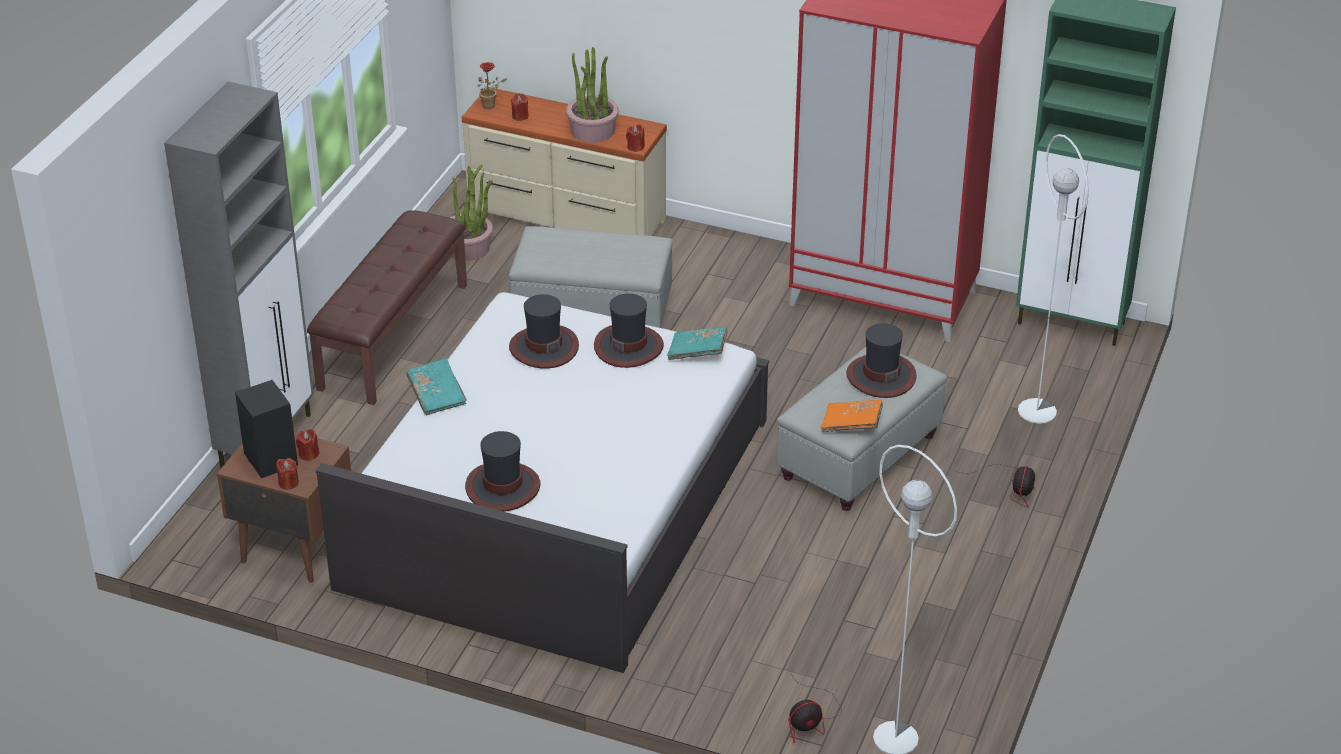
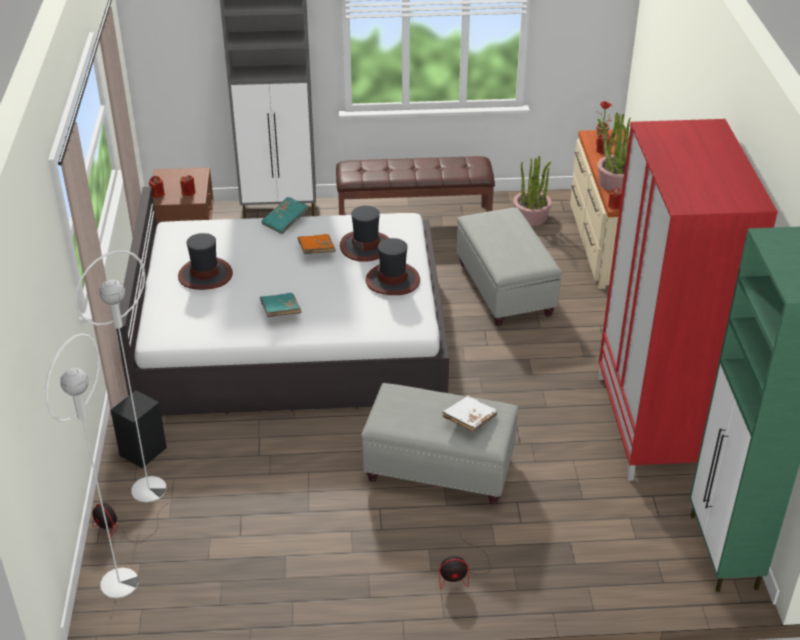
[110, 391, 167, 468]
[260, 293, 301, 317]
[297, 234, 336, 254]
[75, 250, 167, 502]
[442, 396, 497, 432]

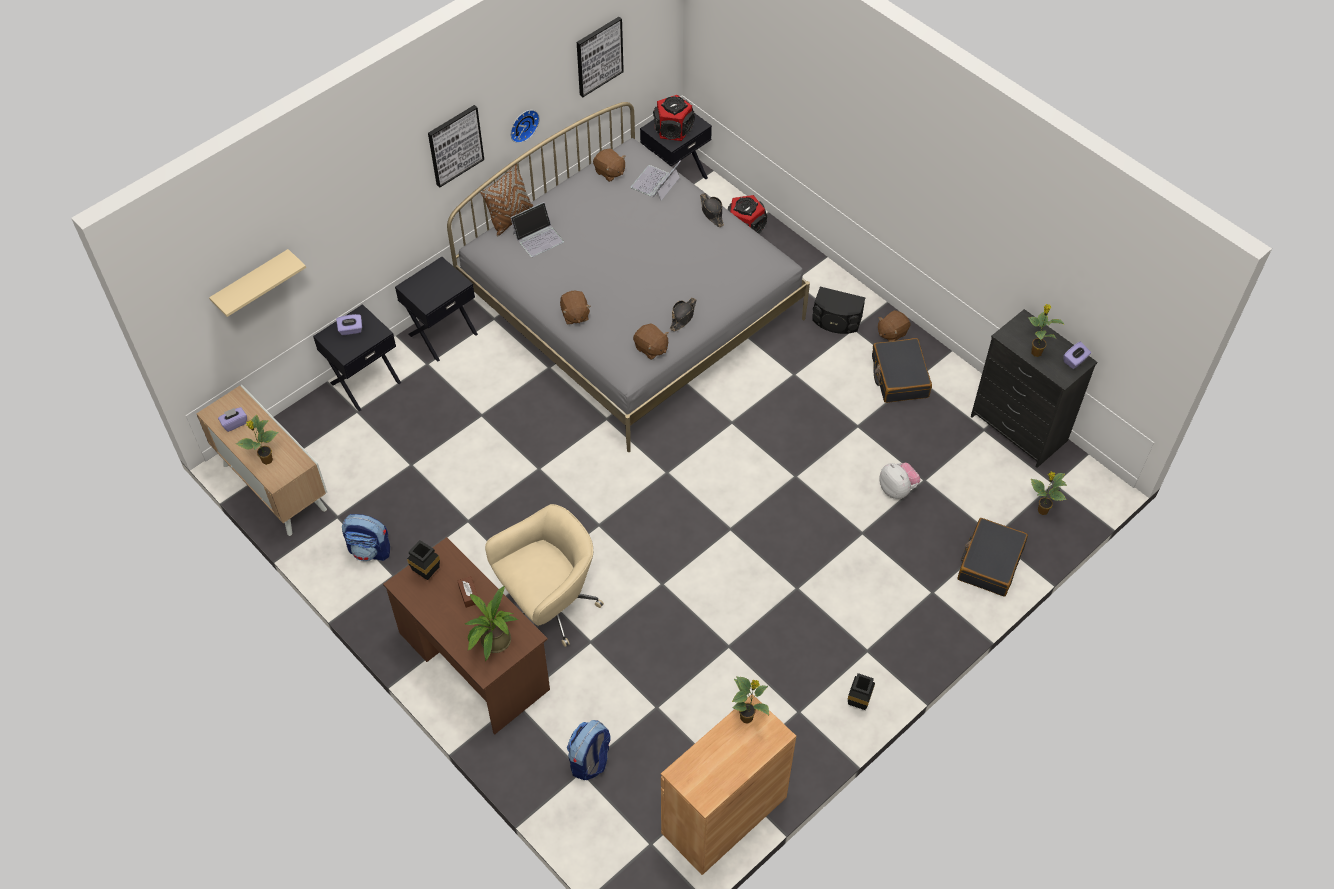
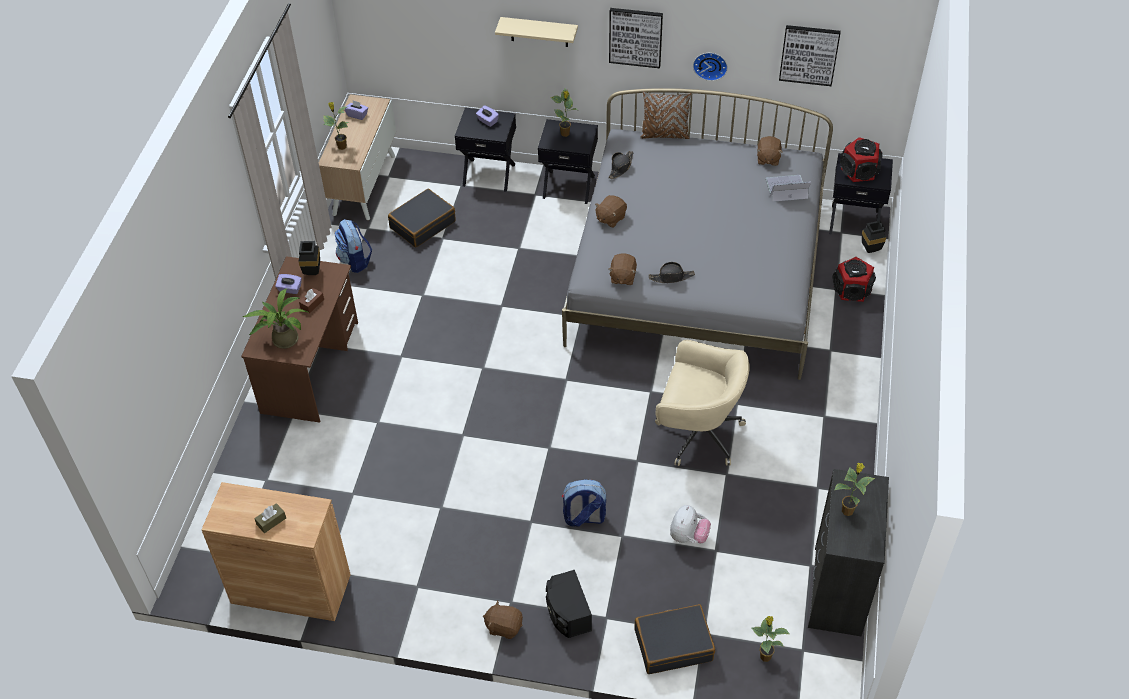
[510, 202, 564, 257] (first image)
[254, 503, 286, 533]
[495, 17, 578, 47]
[655, 340, 749, 466]
[562, 479, 606, 527]
[608, 151, 634, 179]
[550, 88, 578, 137]
[546, 570, 592, 638]
[862, 221, 886, 253]
[388, 189, 456, 247]
[483, 600, 523, 639]
[275, 274, 302, 294]

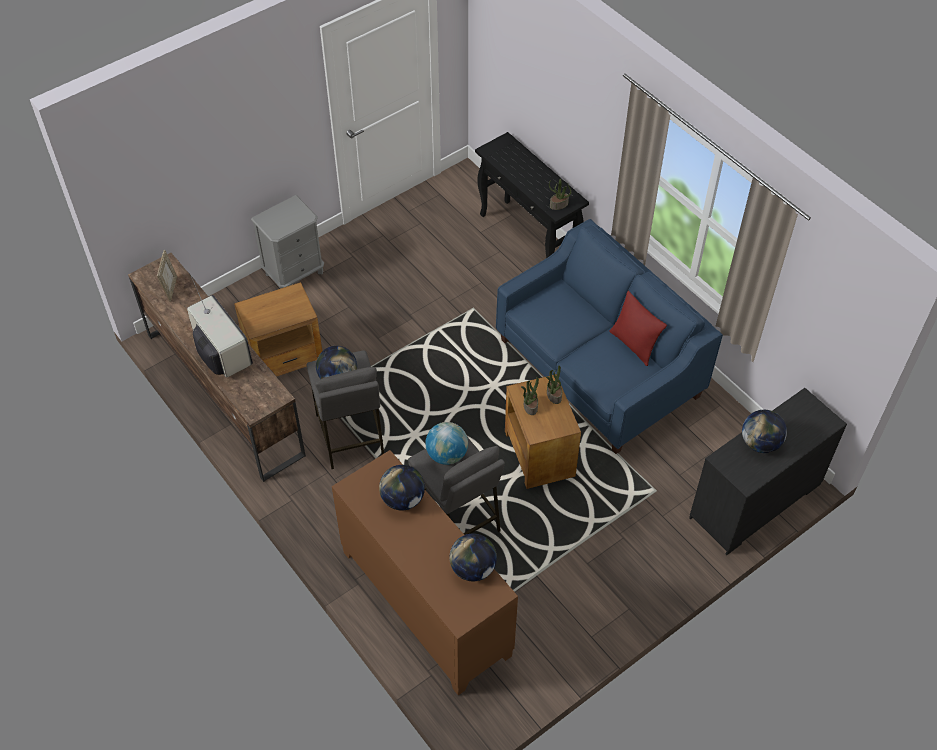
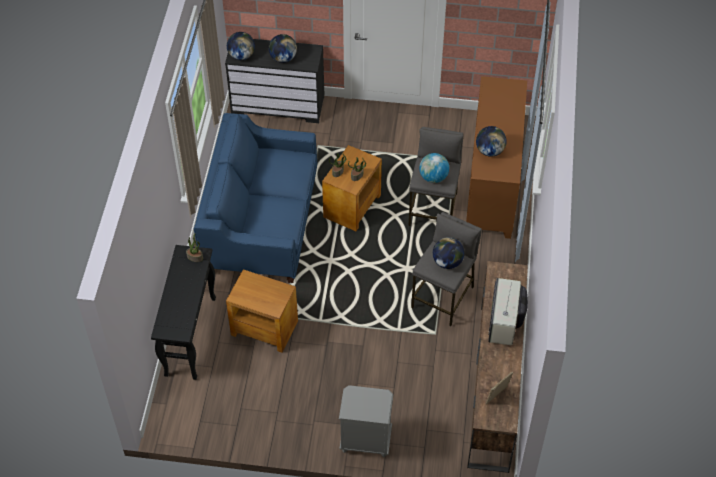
[609, 291, 667, 366] (first image)
[226, 269, 298, 353]
[227, 32, 255, 60]

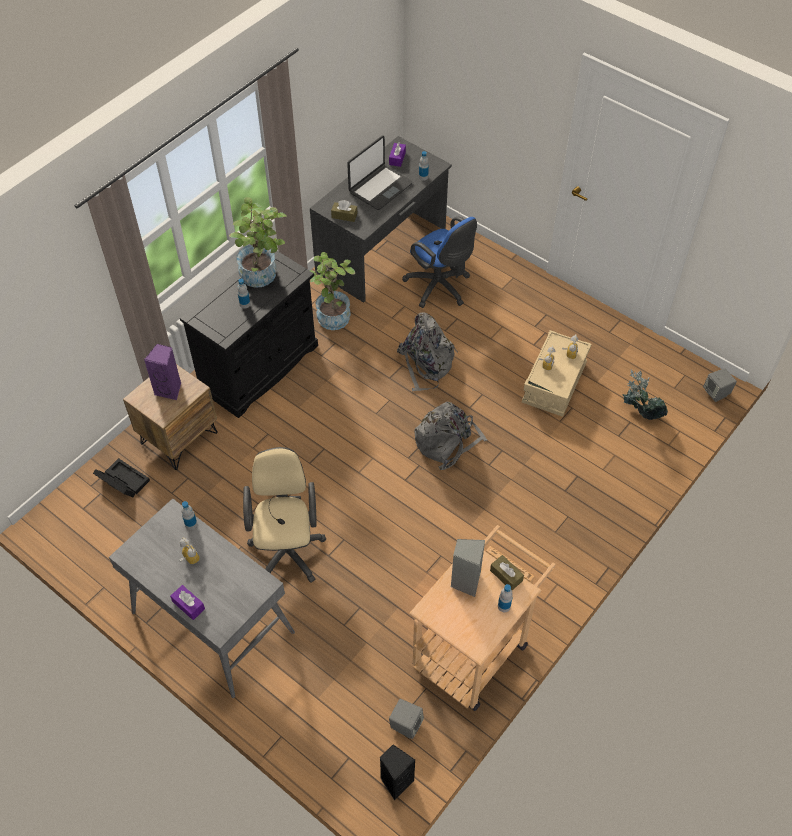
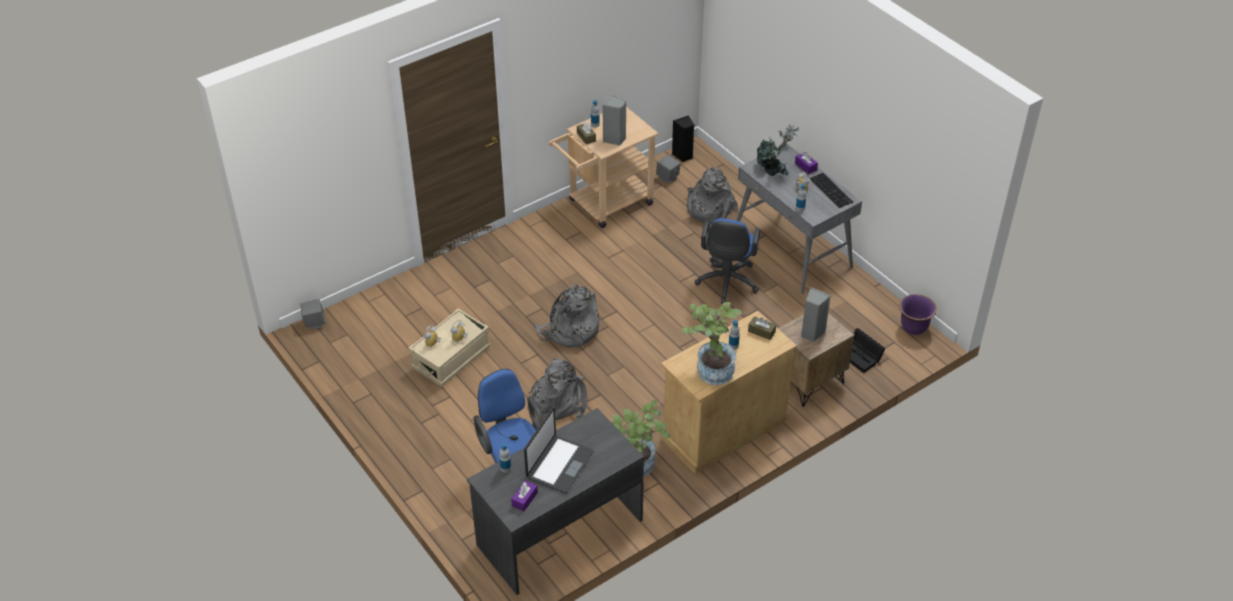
[687, 167, 738, 224]
[809, 173, 853, 208]
[899, 294, 937, 335]
[748, 316, 776, 340]
[757, 124, 799, 176]
[801, 287, 831, 343]
[661, 311, 797, 474]
[695, 218, 760, 304]
[524, 408, 594, 493]

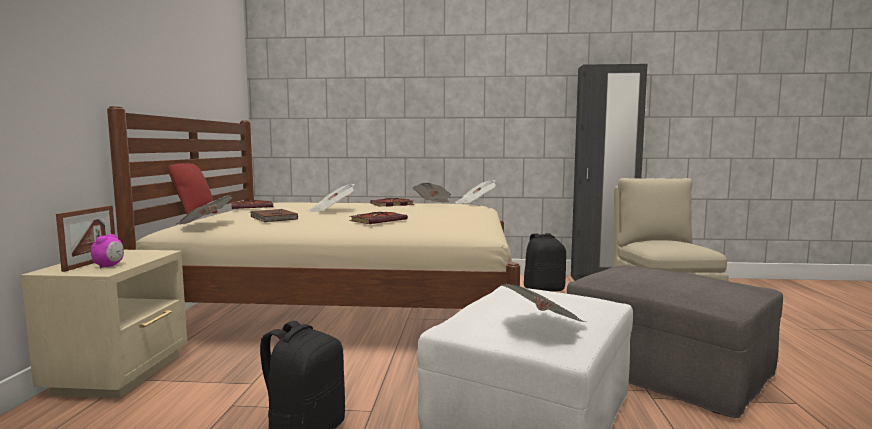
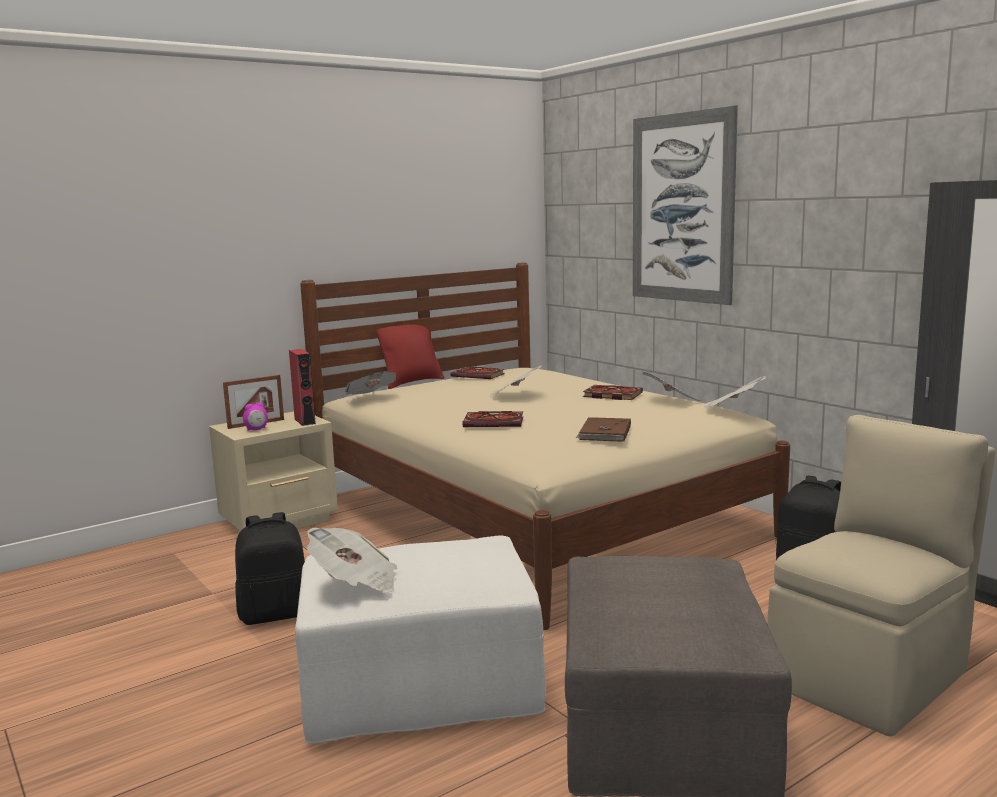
[289, 349, 316, 426]
[633, 105, 738, 305]
[576, 417, 631, 442]

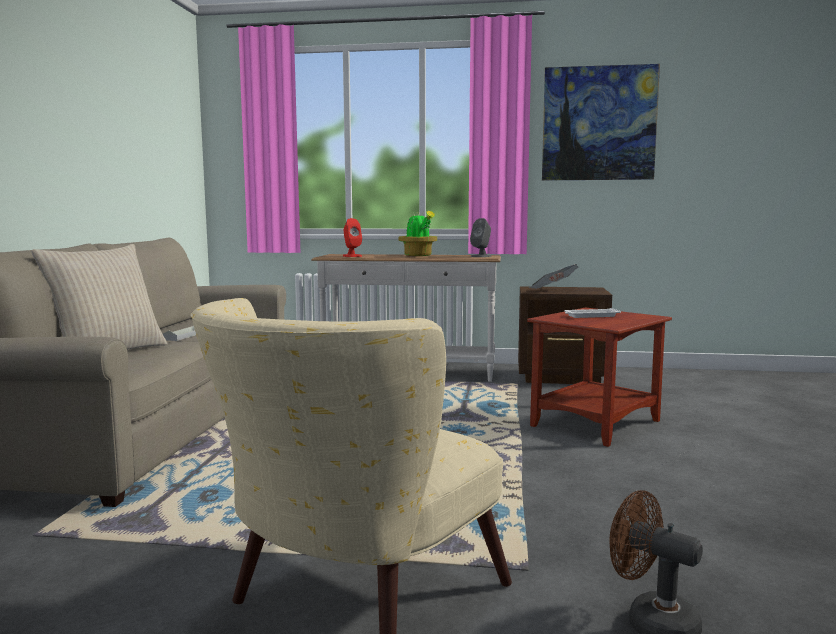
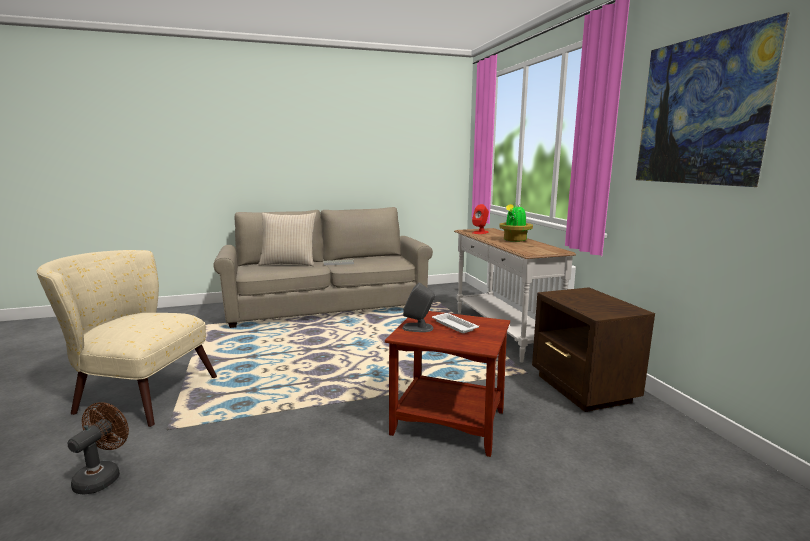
[529, 264, 578, 289] (first image)
[402, 283, 435, 332]

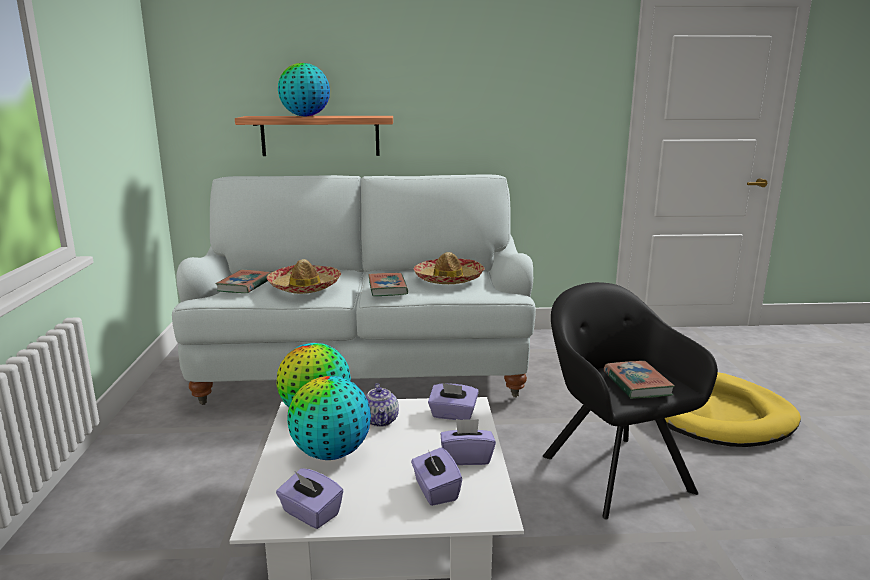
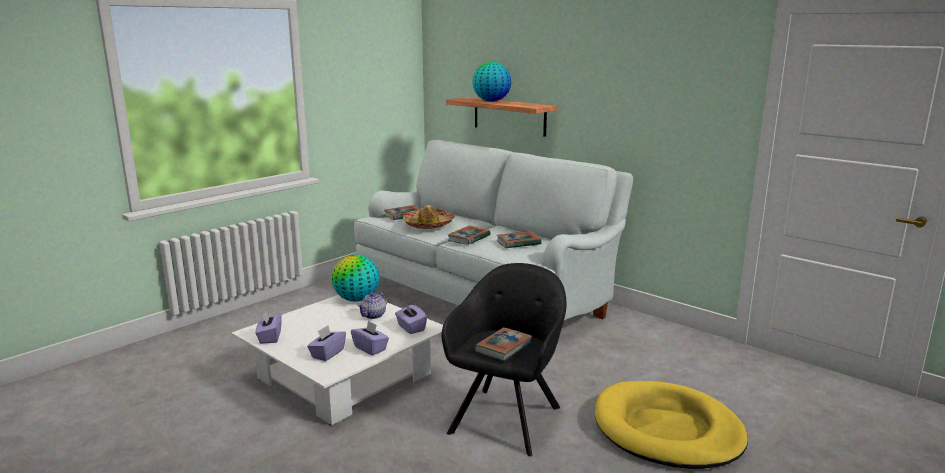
[287, 376, 371, 460] (first image)
[497, 231, 541, 248]

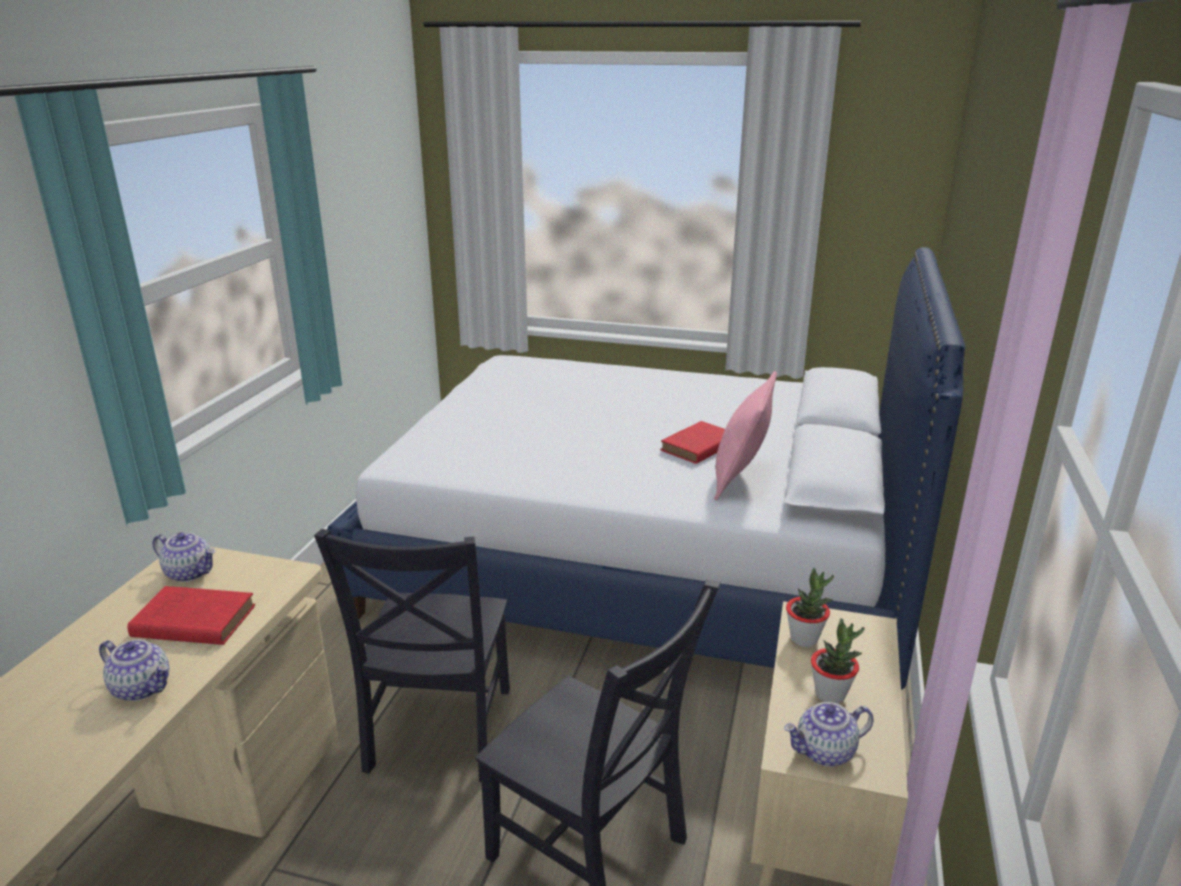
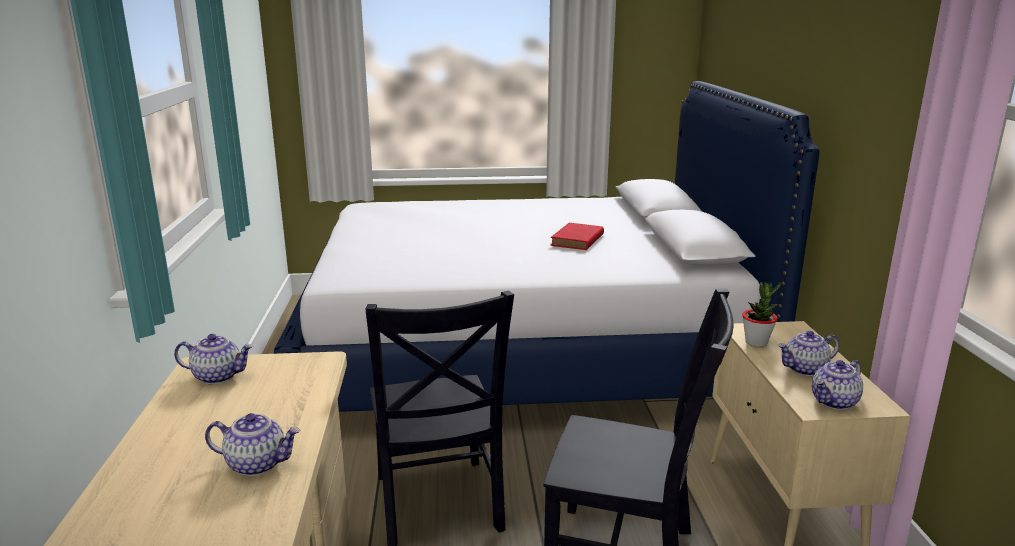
[127, 586, 255, 645] (first image)
[714, 371, 777, 501] (first image)
[778, 330, 839, 376]

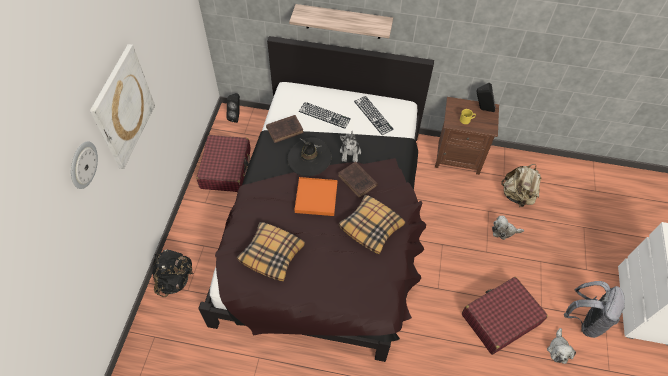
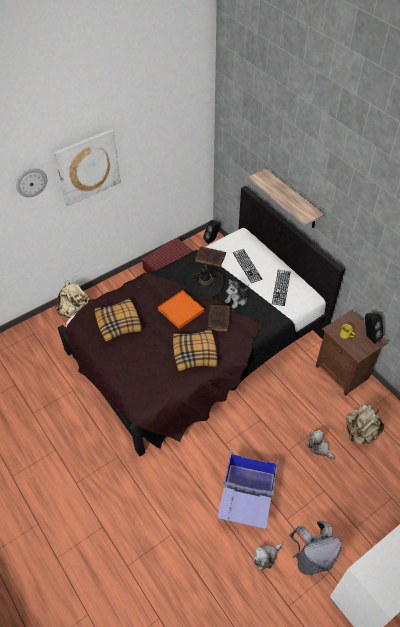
[217, 451, 279, 529]
[55, 282, 90, 318]

